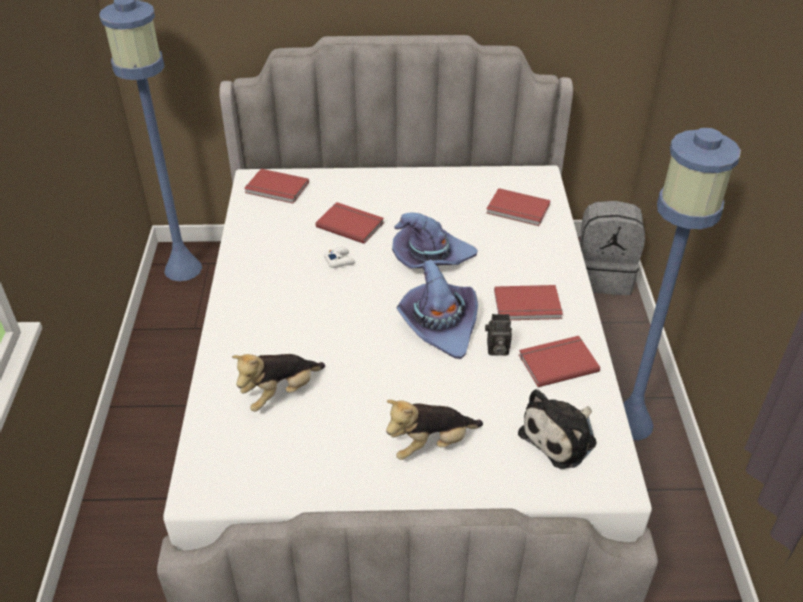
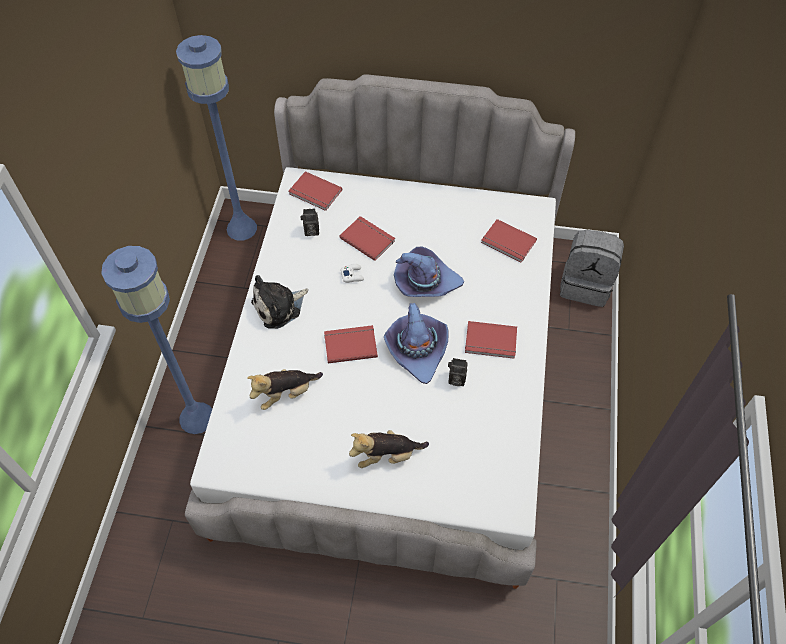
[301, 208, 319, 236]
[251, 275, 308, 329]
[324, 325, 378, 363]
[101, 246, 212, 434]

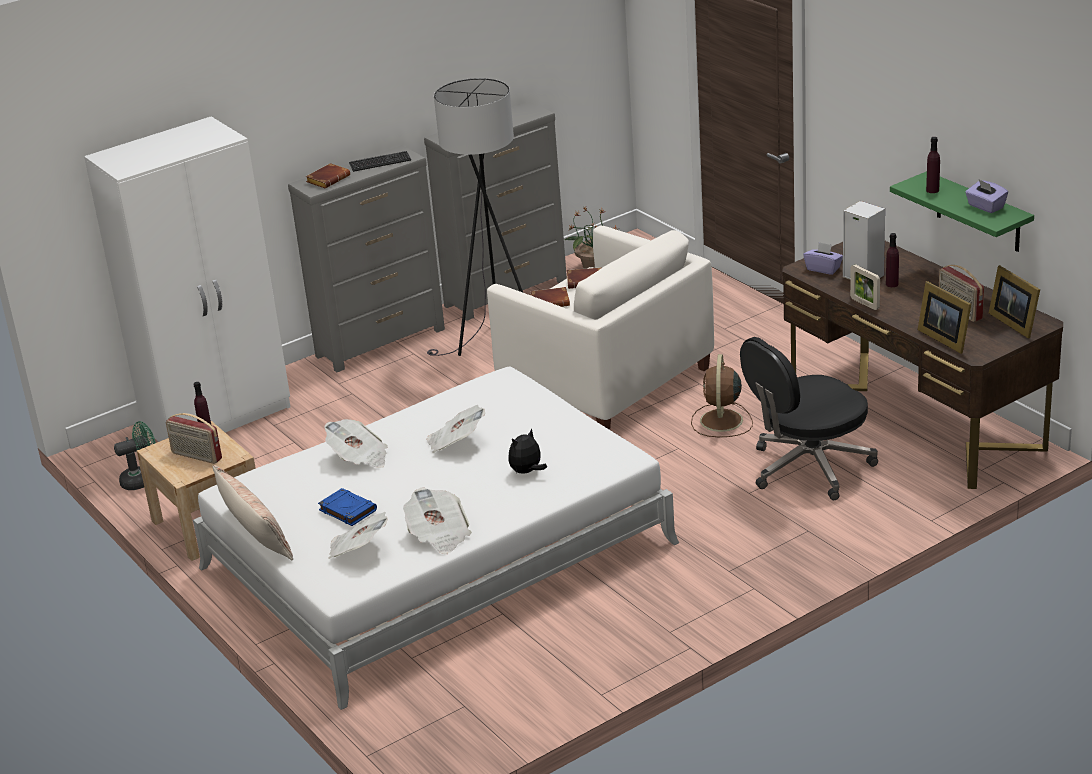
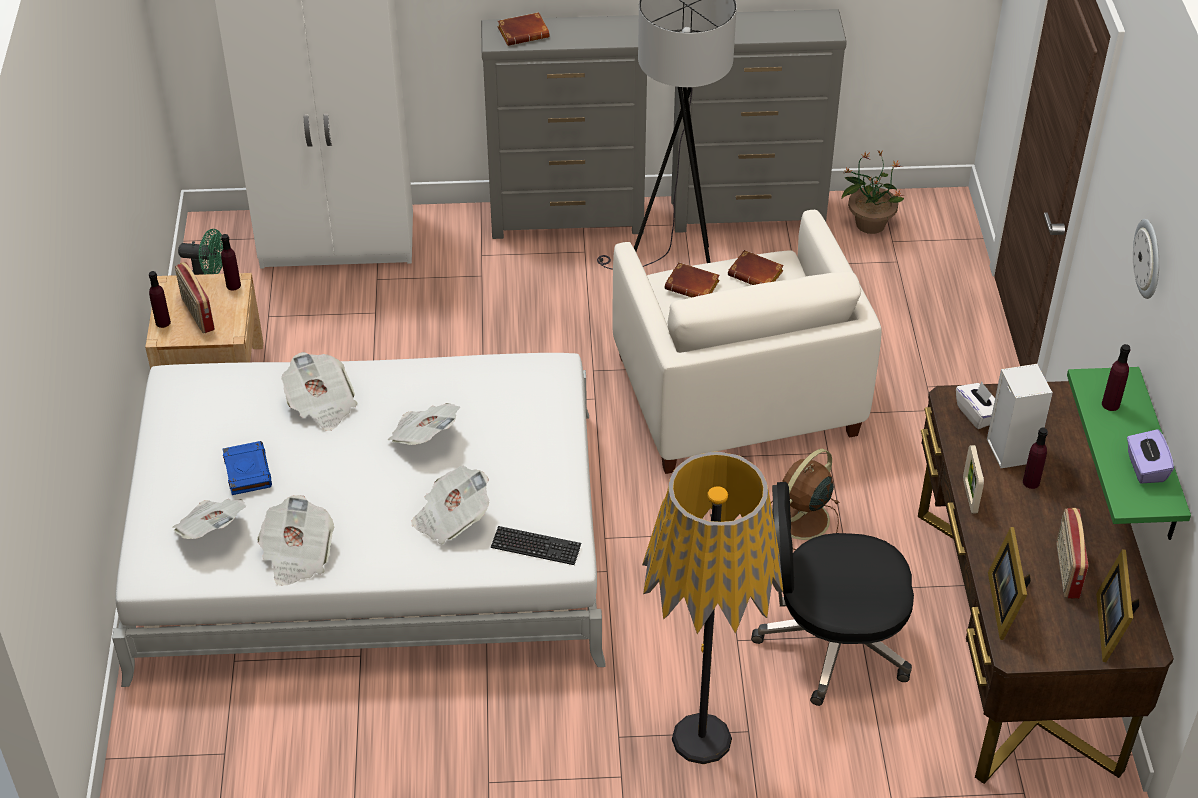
[212, 465, 293, 561] (first image)
[149, 271, 171, 328]
[642, 451, 783, 764]
[1133, 219, 1159, 299]
[491, 526, 581, 565]
[411, 465, 489, 545]
[956, 382, 995, 429]

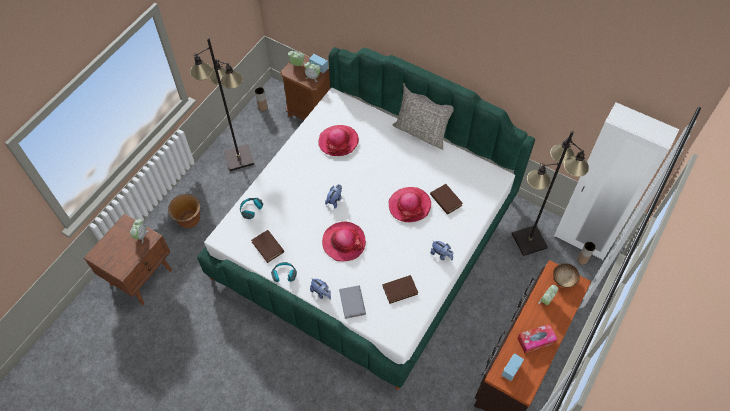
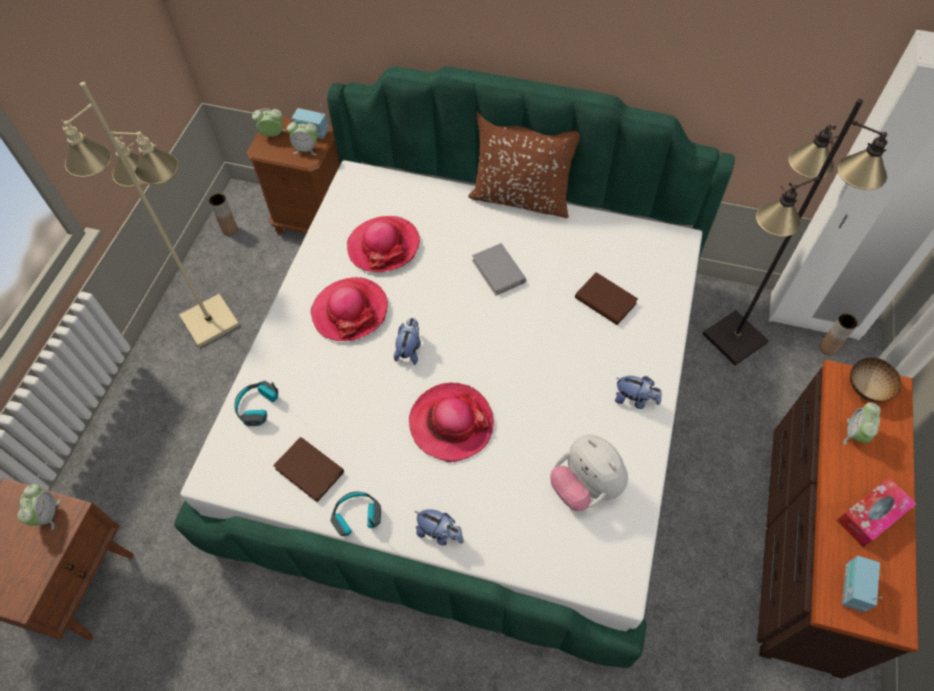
[168, 194, 200, 228] (first image)
[472, 243, 526, 296]
[310, 277, 388, 341]
[550, 435, 628, 511]
[61, 82, 240, 347]
[468, 112, 580, 218]

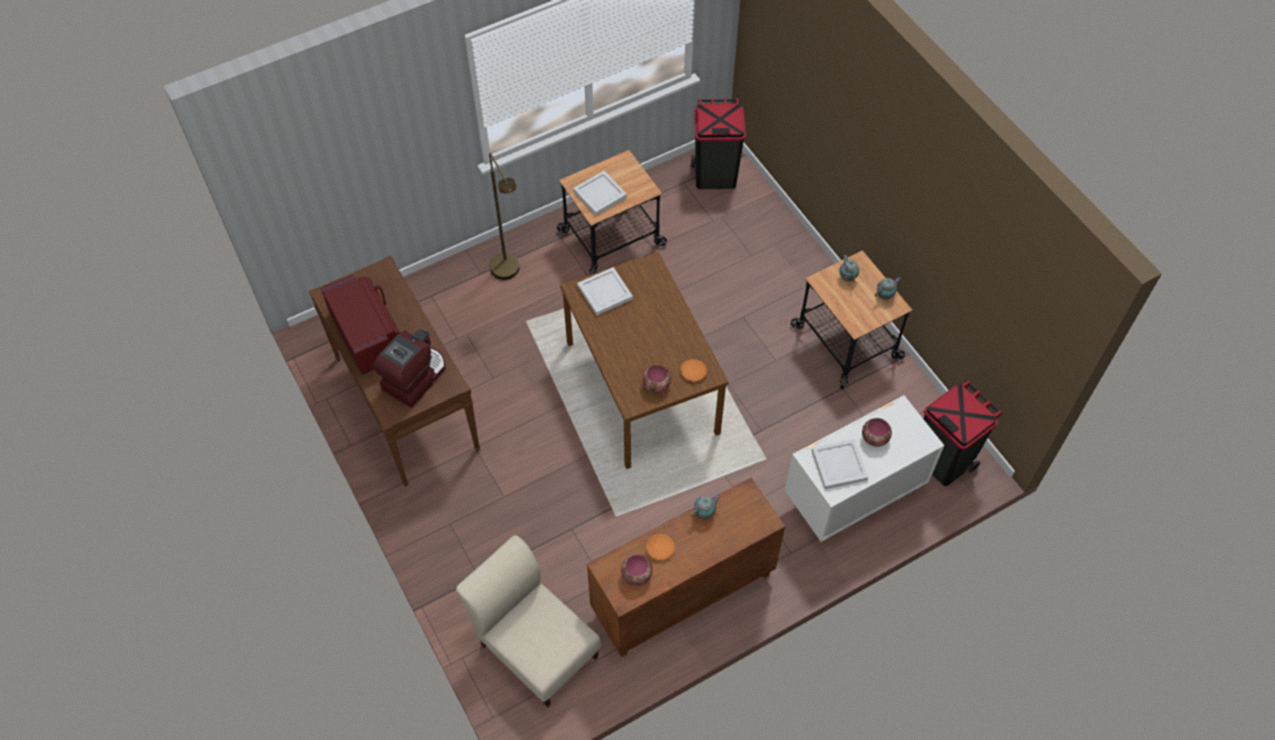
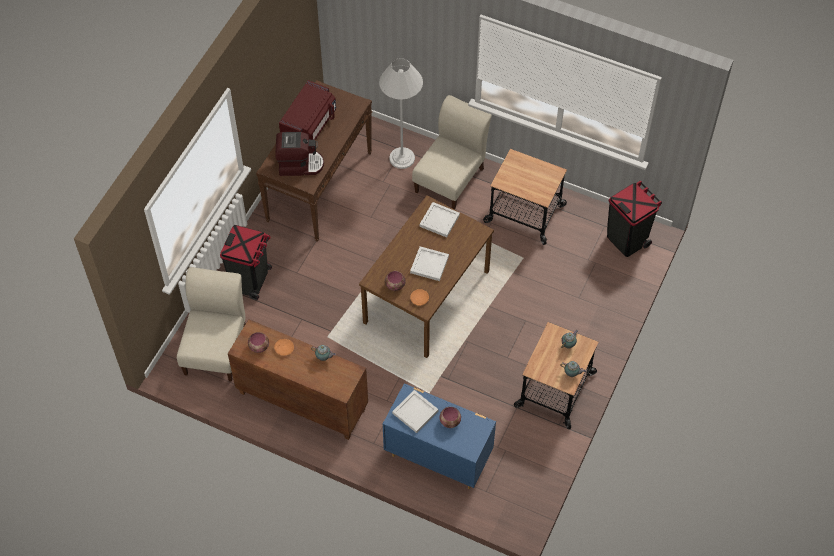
[379, 58, 423, 169]
[410, 246, 449, 281]
[220, 225, 272, 300]
[412, 95, 492, 209]
[383, 383, 496, 489]

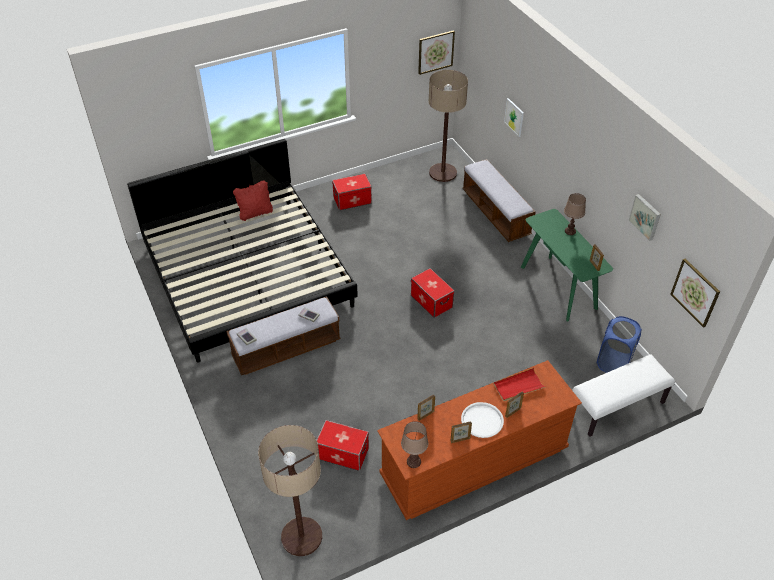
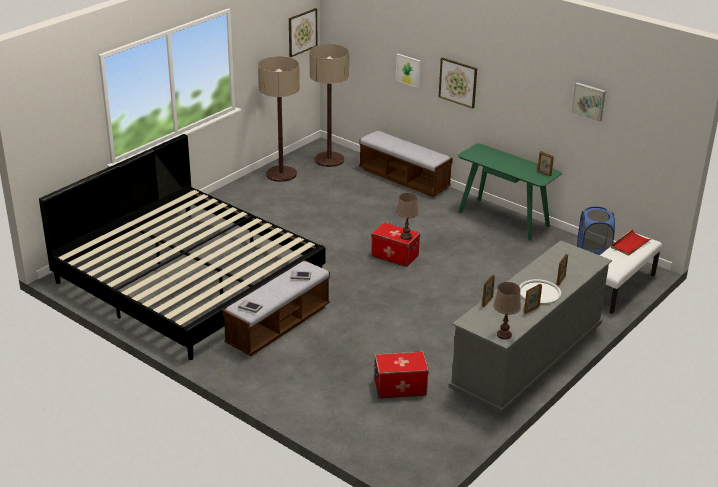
[233, 180, 273, 221] (first image)
[332, 173, 372, 210] (first image)
[258, 56, 300, 182]
[611, 229, 653, 256]
[396, 193, 418, 240]
[439, 57, 477, 109]
[449, 240, 612, 415]

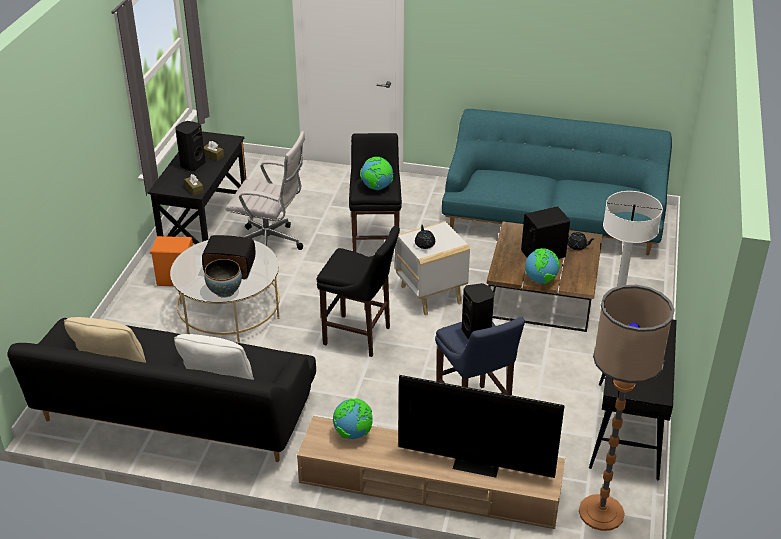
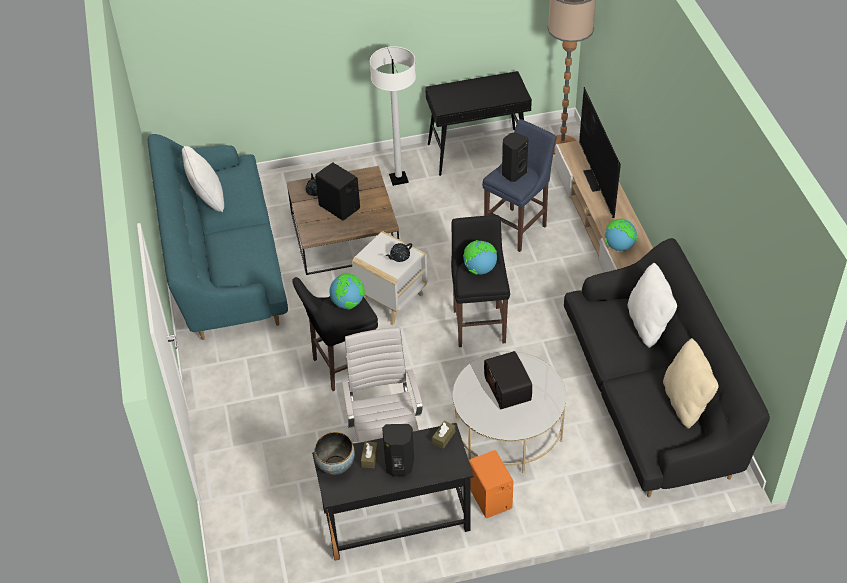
[182, 146, 224, 212]
[314, 432, 355, 475]
[463, 240, 497, 275]

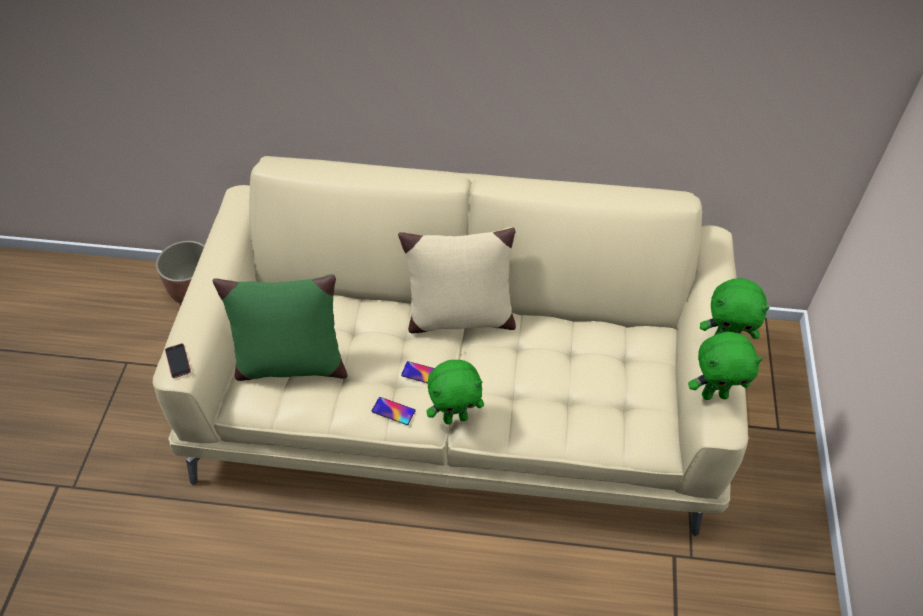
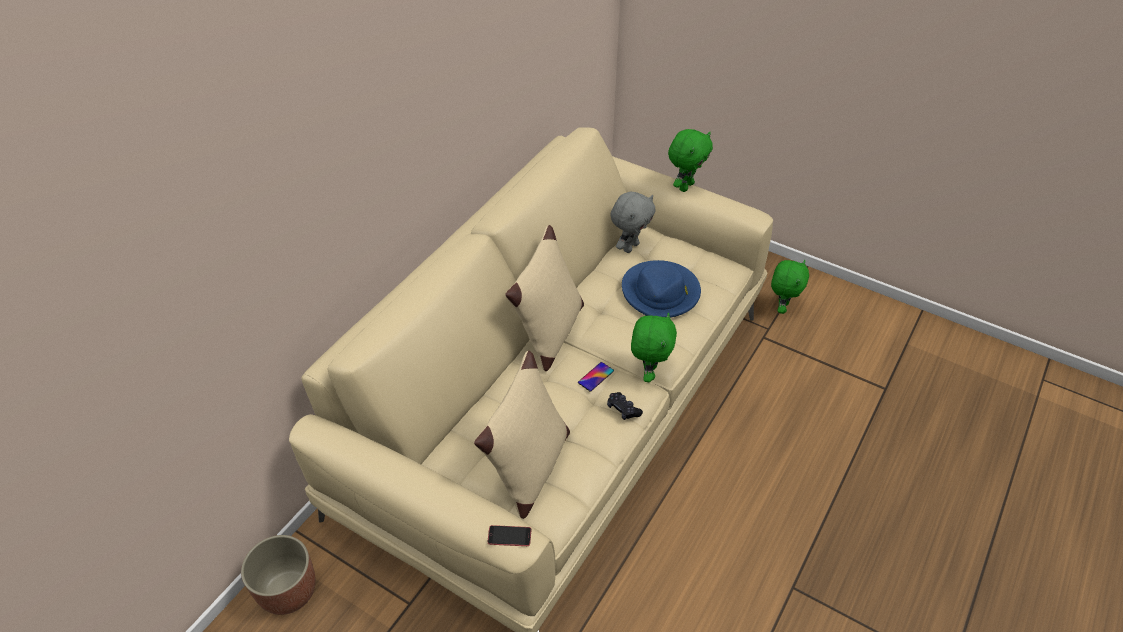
[610, 192, 655, 253]
[622, 260, 701, 318]
[771, 260, 809, 314]
[607, 392, 643, 420]
[474, 351, 570, 519]

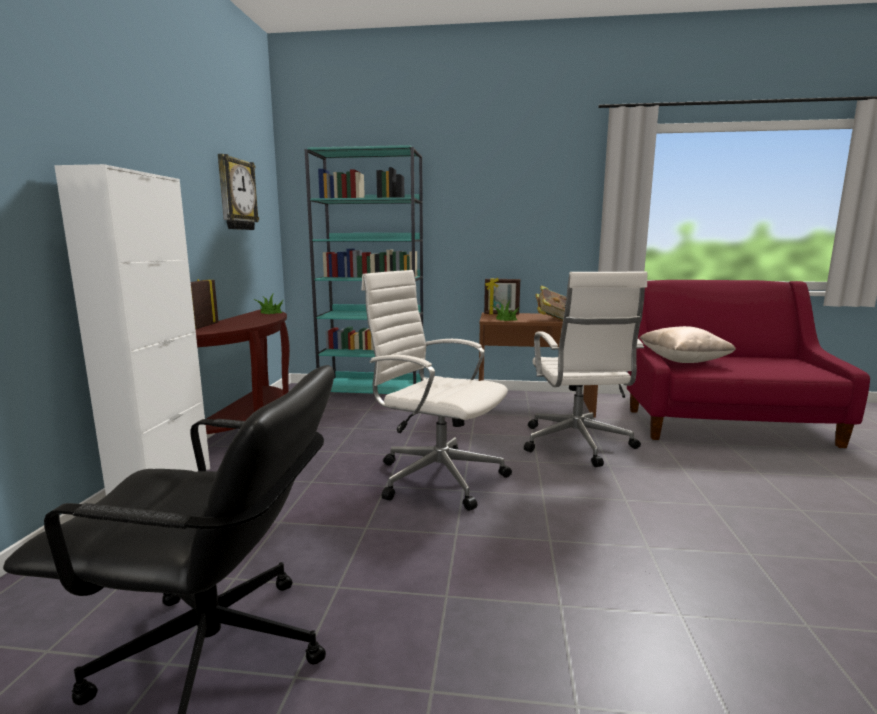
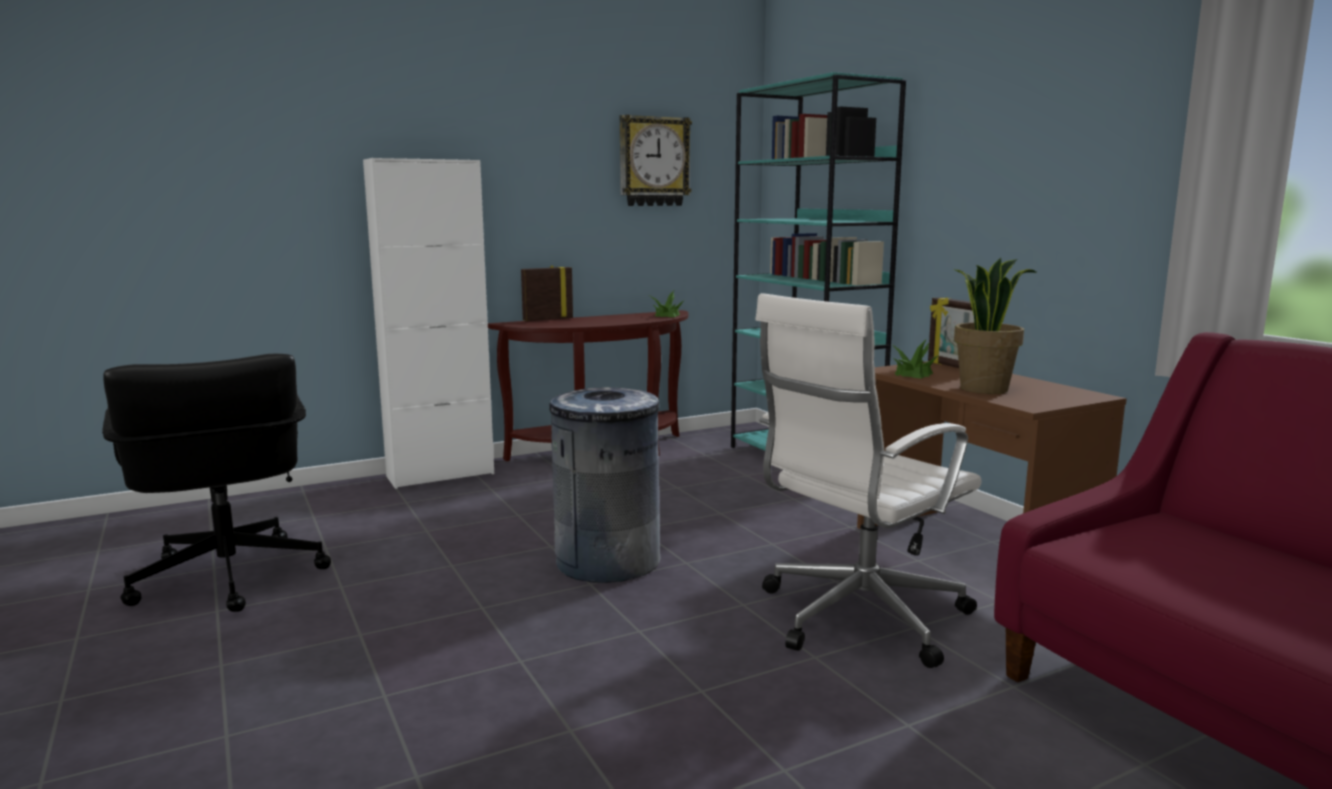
[639, 326, 736, 363] (first image)
[549, 387, 660, 583]
[953, 258, 1037, 394]

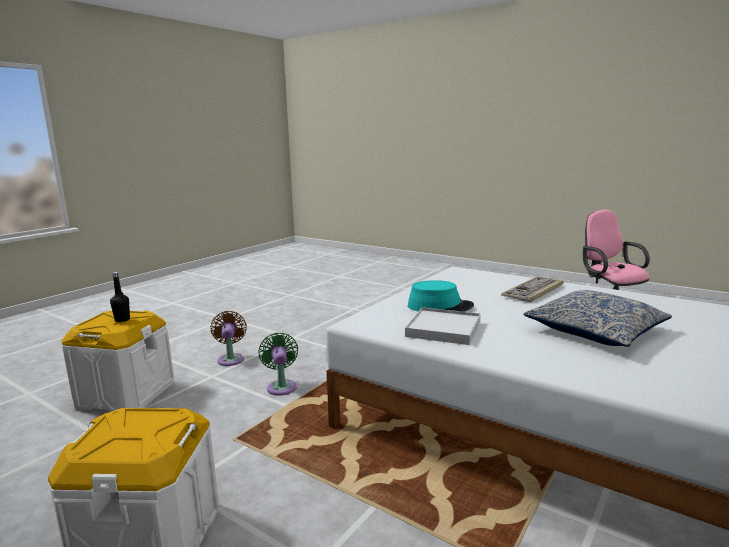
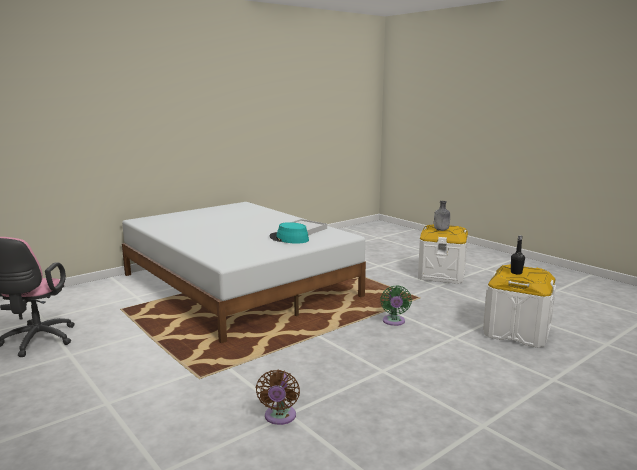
[501, 277, 564, 302] (first image)
[523, 290, 672, 347] (first image)
[434, 201, 450, 231]
[256, 369, 300, 425]

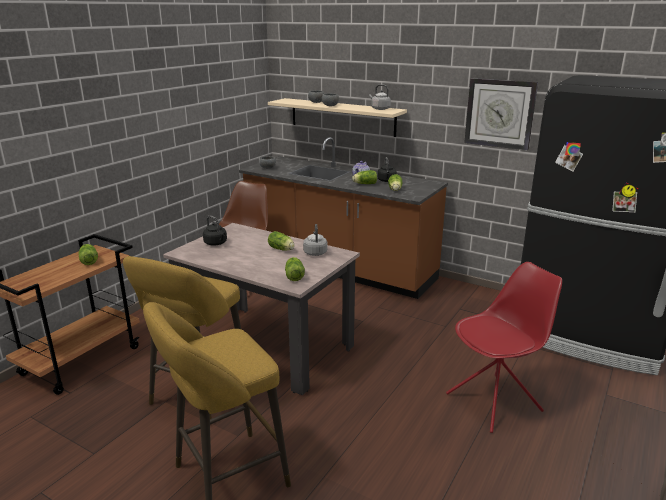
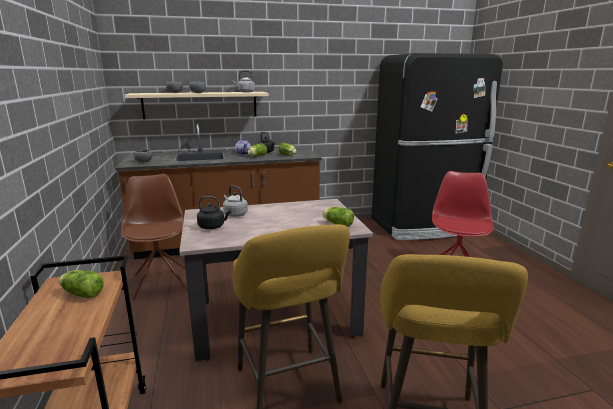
[268, 231, 295, 251] (first image)
[464, 78, 538, 150] (first image)
[223, 185, 248, 217]

